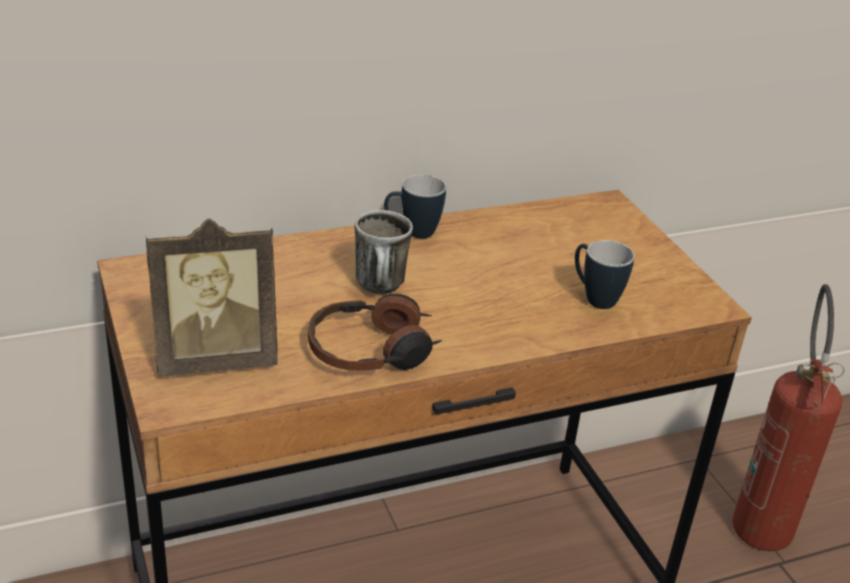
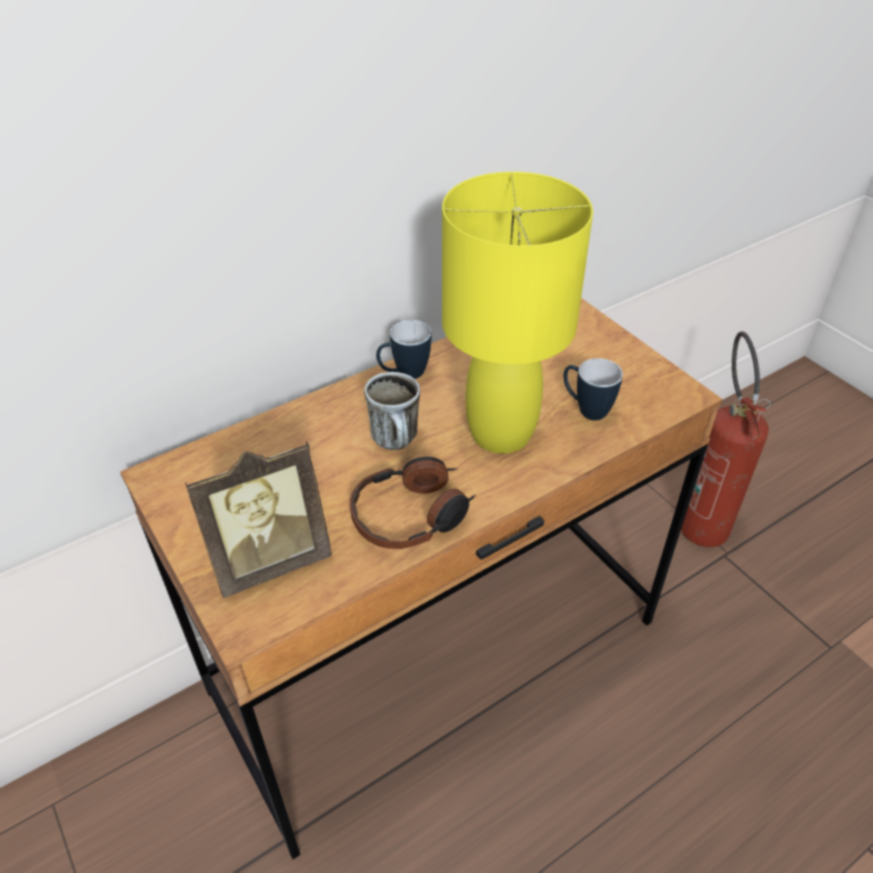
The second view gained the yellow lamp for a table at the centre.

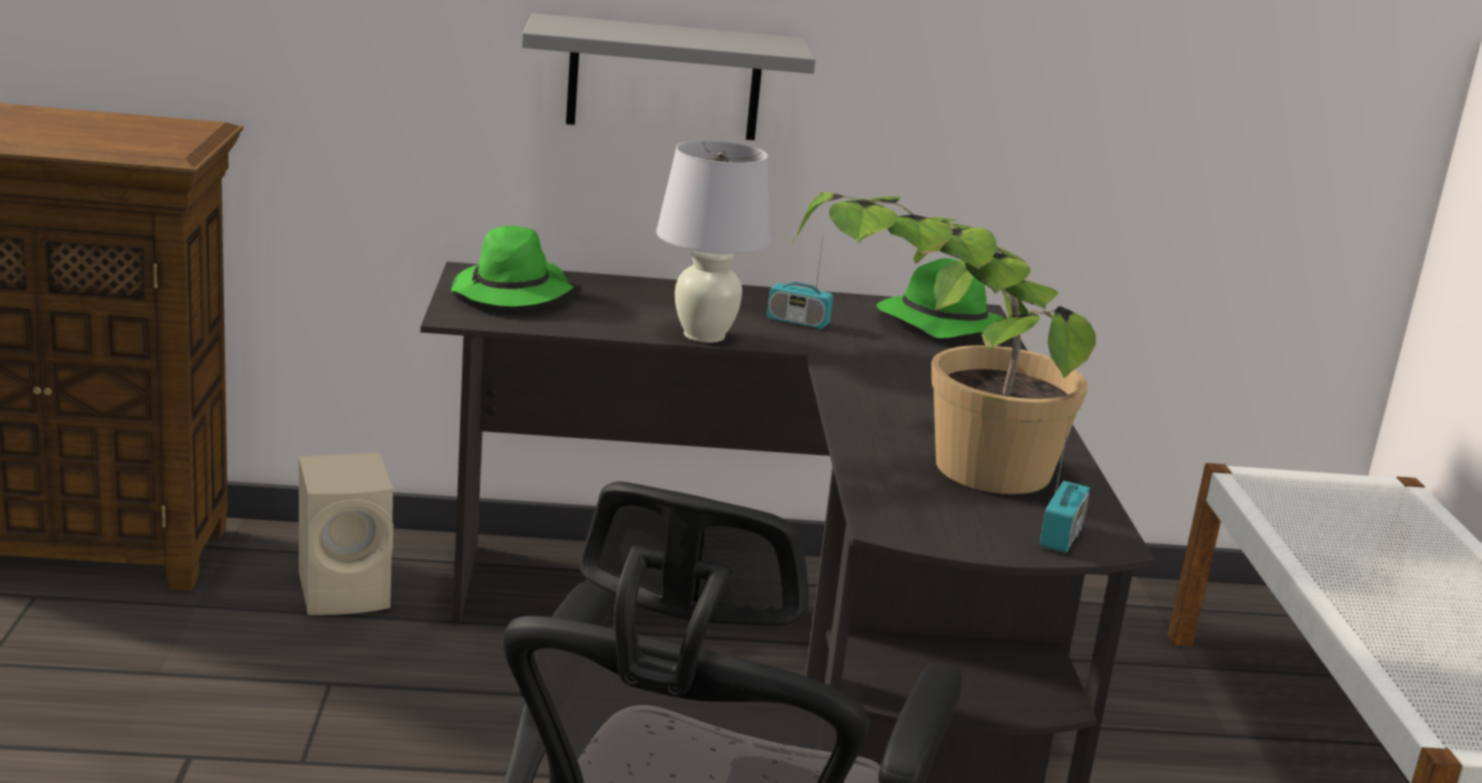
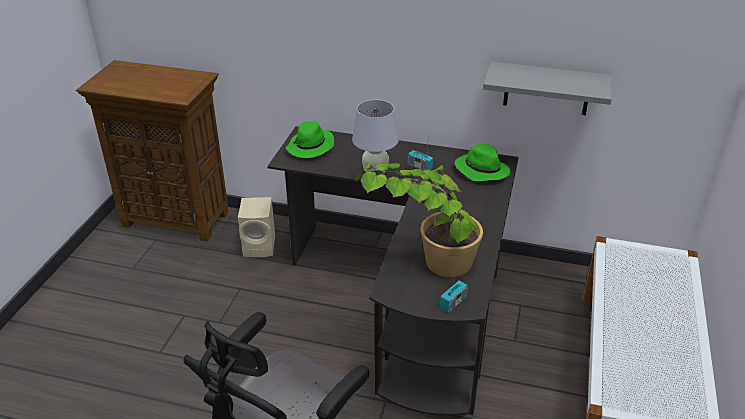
The greyish wall shelf ended up elsewhere, having gone from the top centre to the top right.

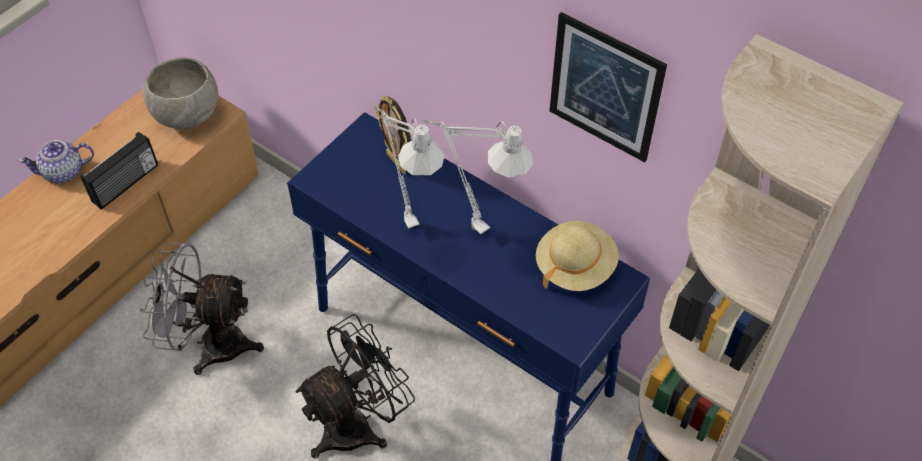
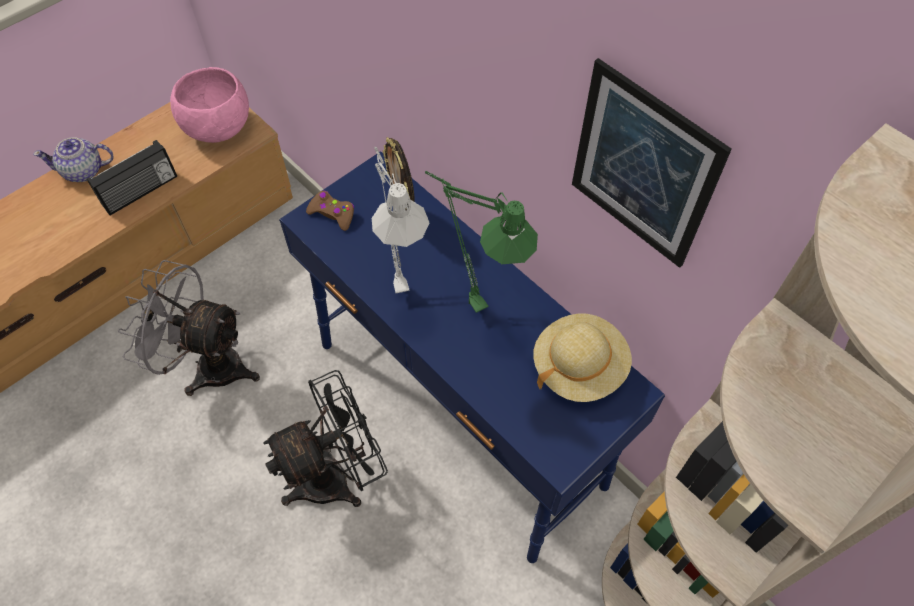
What was the greyish deep dish at the top left turned into the pink deep dish at the top left. What was the greyish lamp for a table (no. 2 from left) at the centre turned into the green-coloured lamp for a table at the centre. The second view gained the brown game controller at the centre.

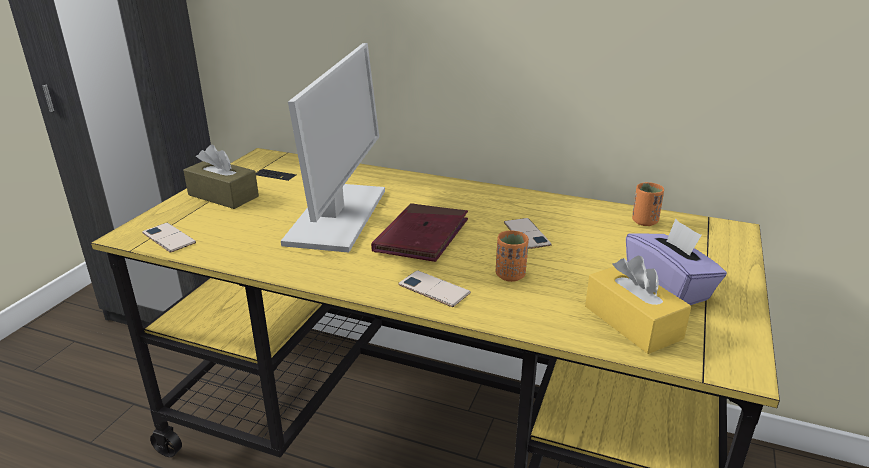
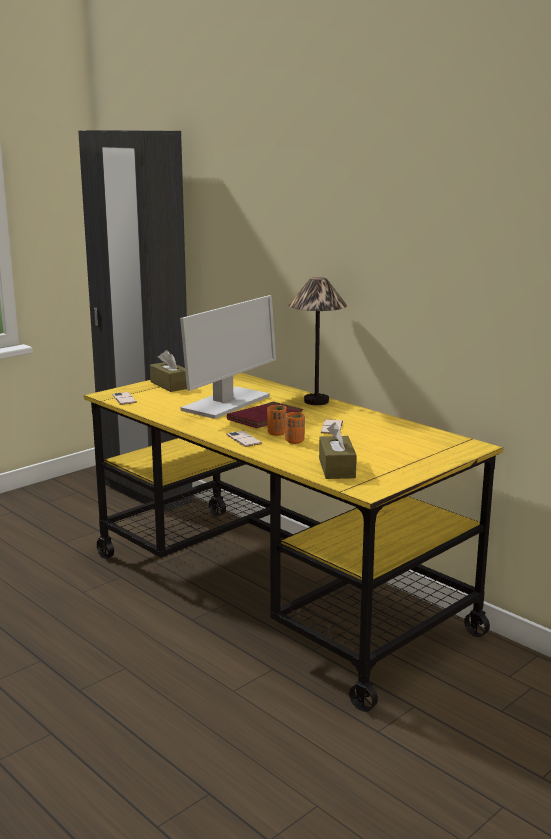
What was the yellow box of tissues at the middle right turned into the brown box of tissues (no. 2 from left) at the centre. The second view lost the purplish box of tissues at the middle right. The orange drinking cup (no. 2 from left in the first image) ended up elsewhere, having gone from the middle right to the centre. The second view gained the lamp for a table at the centre.

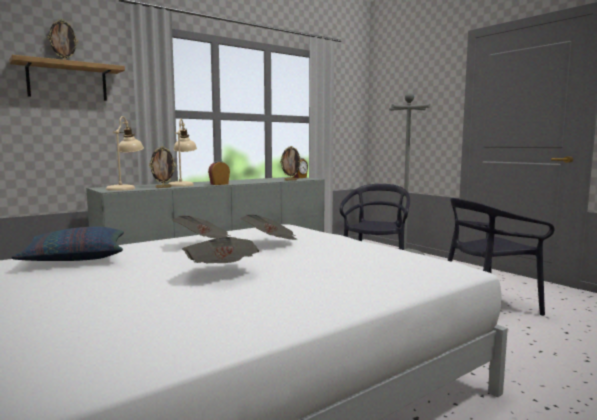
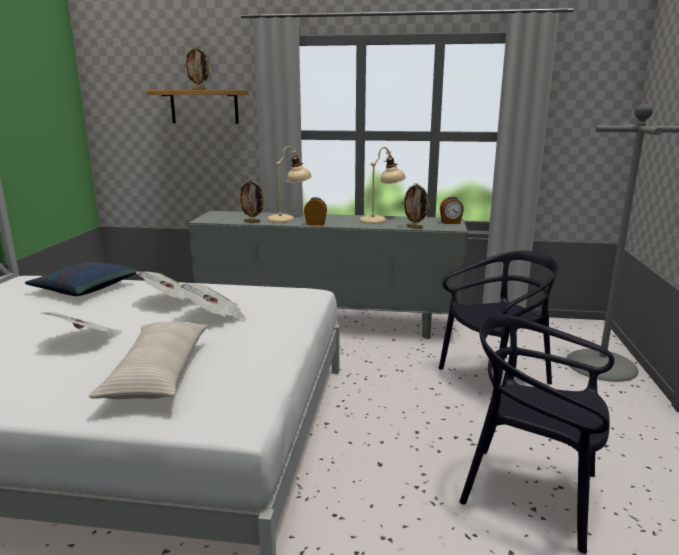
The sand-coloured lamp for a table (no. 1 from left in the first image) ended up elsewhere, having gone from the middle left to the centre. The second view gained the sand-coloured throw pillow at the middle left.

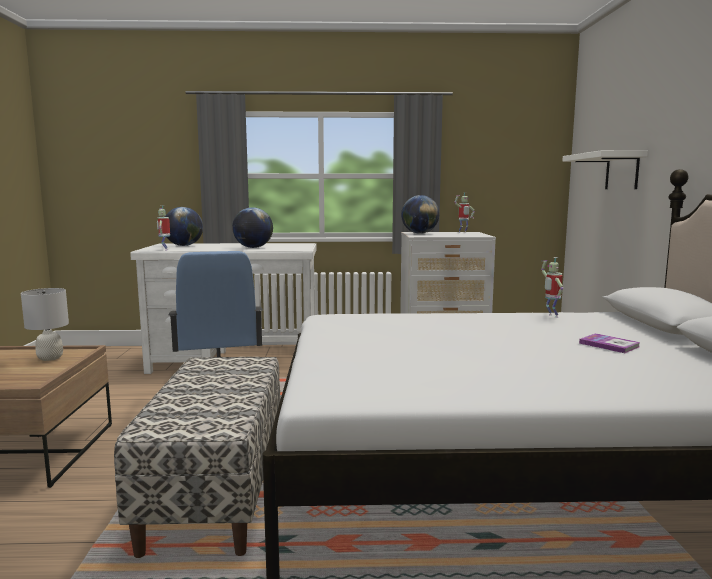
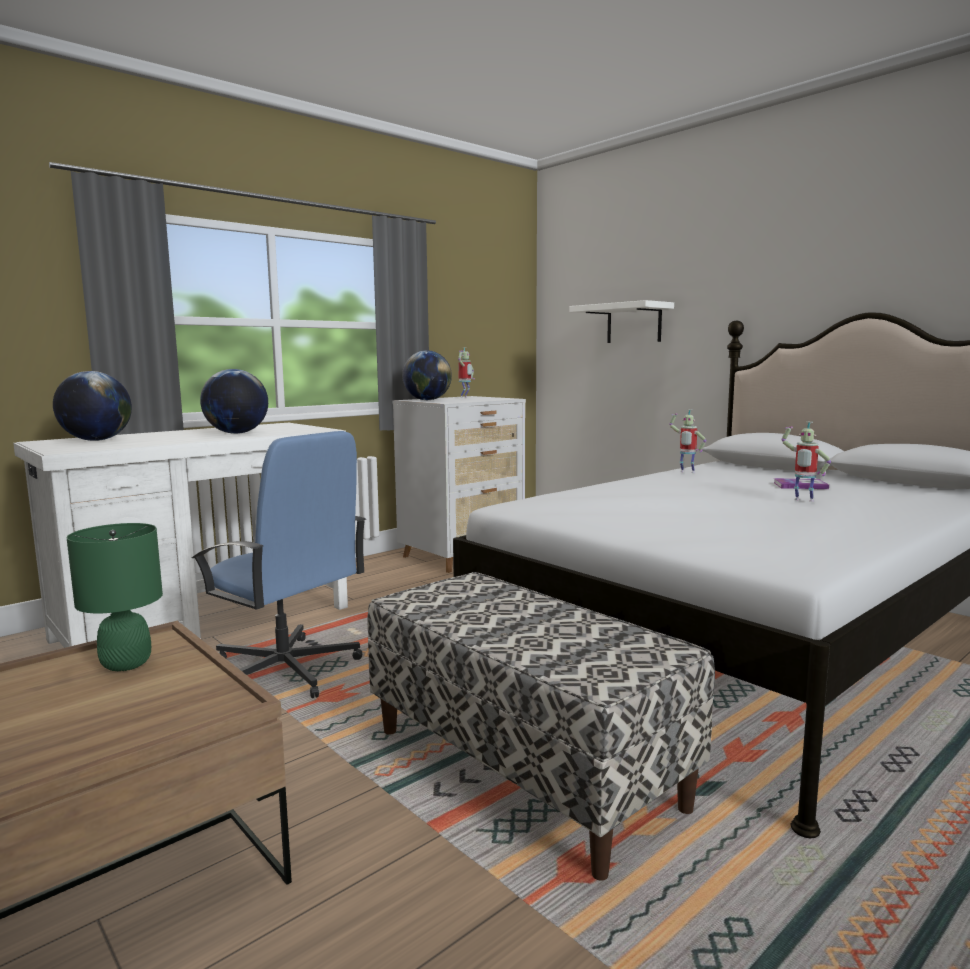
What was the greyish lamp for a table at the middle left turned into the green-coloured lamp for a table at the middle left. The model robot (no. 1 from left in the first image) ended up elsewhere, having gone from the middle left to the middle right.

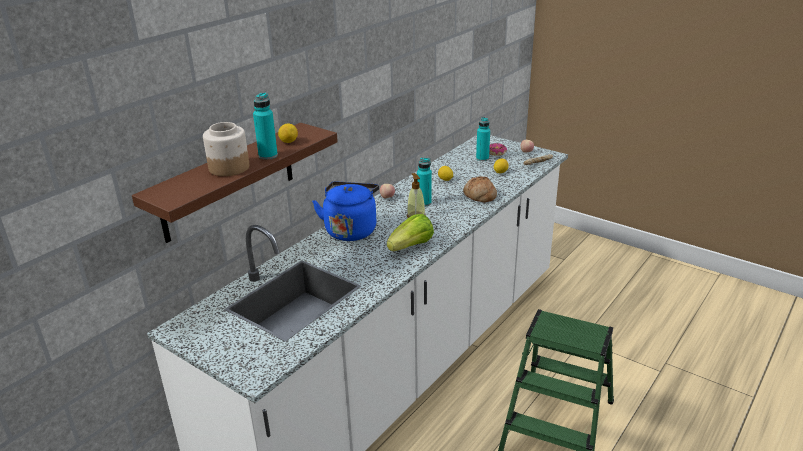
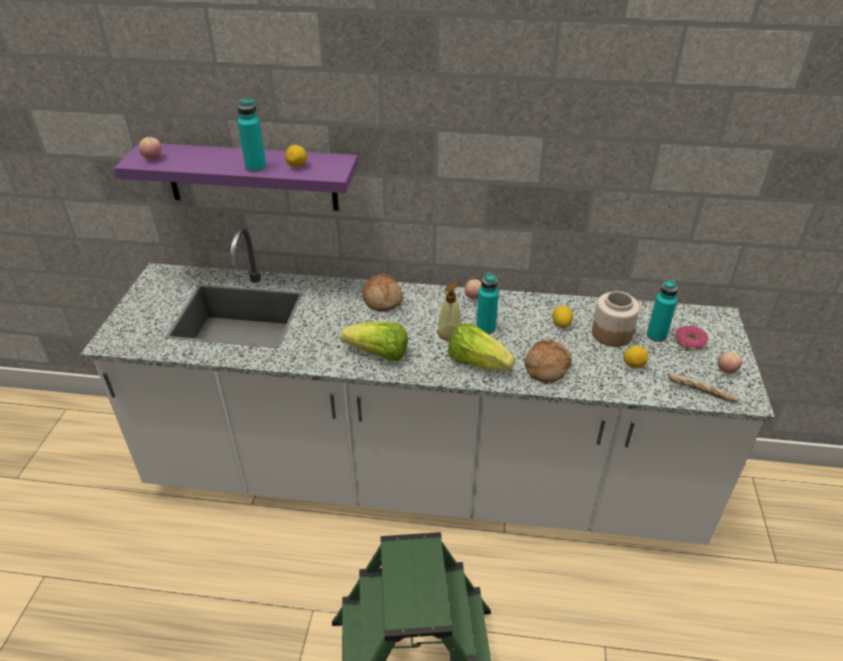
What was the brown wall shelf at the middle left turned into the purplish wall shelf at the top left. The storage jar ended up elsewhere, having gone from the top left to the middle right. Where the bluish water kettle stood at the centre, the baked bread (no. 1 from left) came to stand at the centre. The second view gained the apple (no. 1 from left) at the top left. The second view gained the lettuce head (no. 2 from left) at the centre.

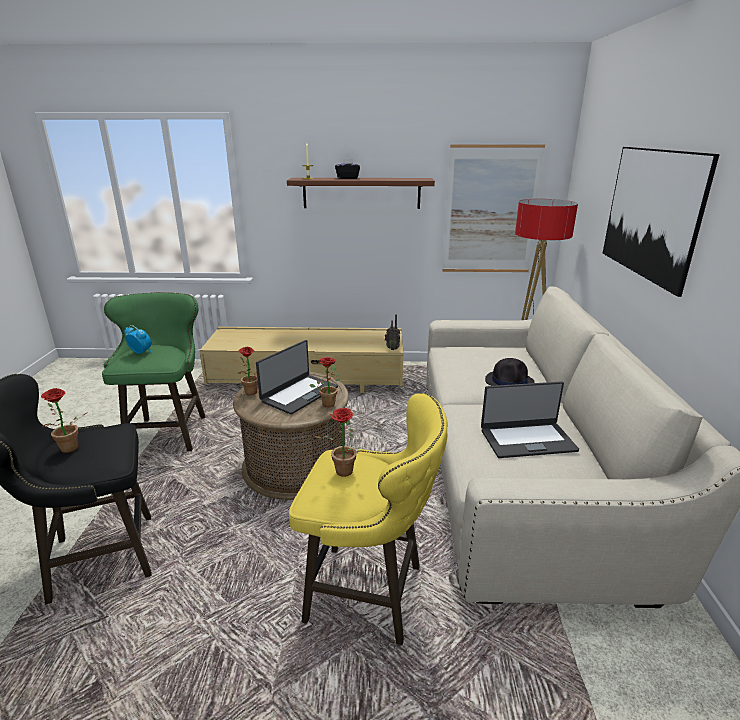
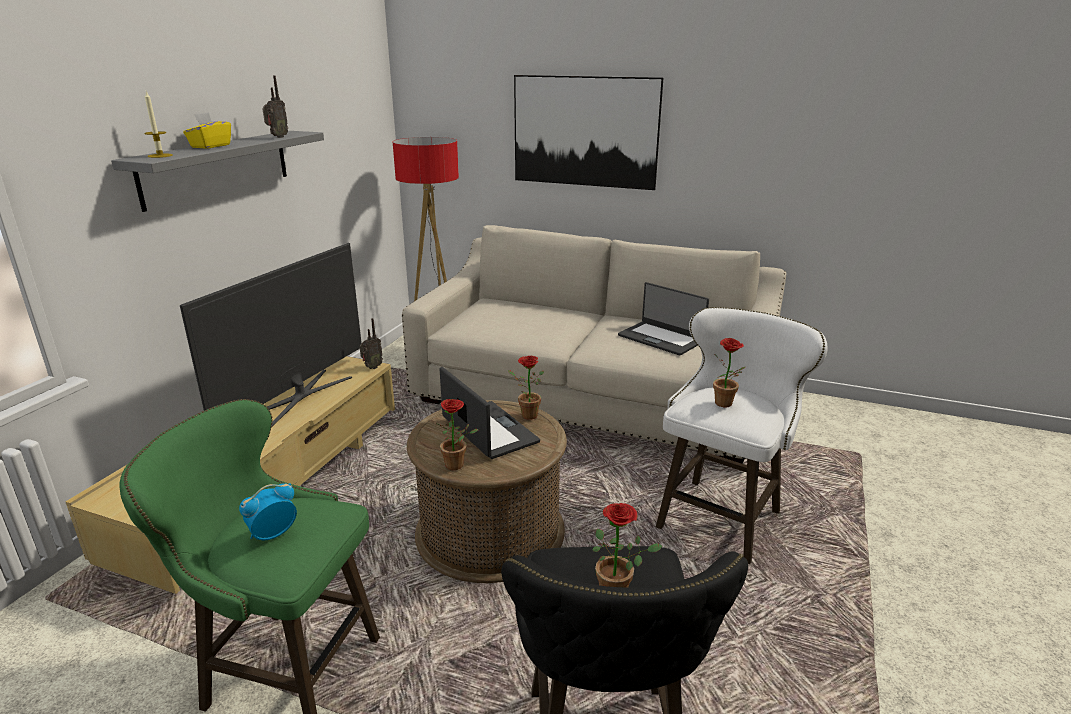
What was the brown wall shelf at the top centre turned into the greyish wall shelf at the top left. What was the yellow stool seat at the bottom centre turned into the white-coloured stool seat at the middle right. What was the black box of tissues at the top centre turned into the yellow box of tissues at the top left. The second view lost the wall picture (no. 1 from left) at the top right. The portable computer (no. 2 from left) at the middle right ended up facing another way, 120 degrees clockwise from before. The second view lost the black wearable hat at the middle right. The second view gained the TV at the middle left. The second view gained the radio (no. 1 from left) at the top left.

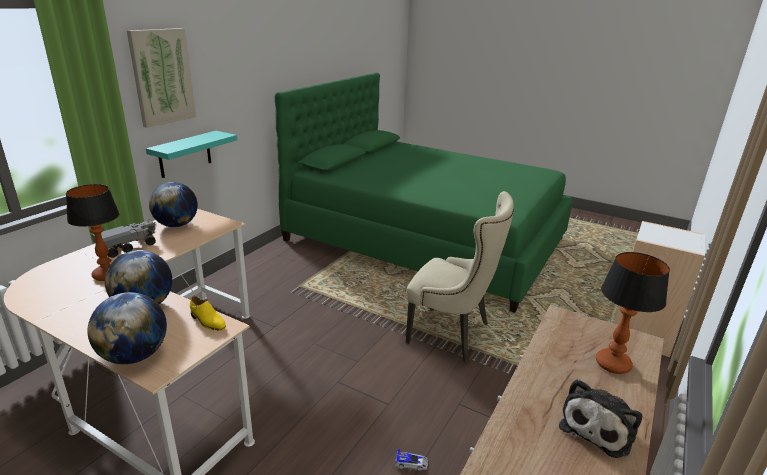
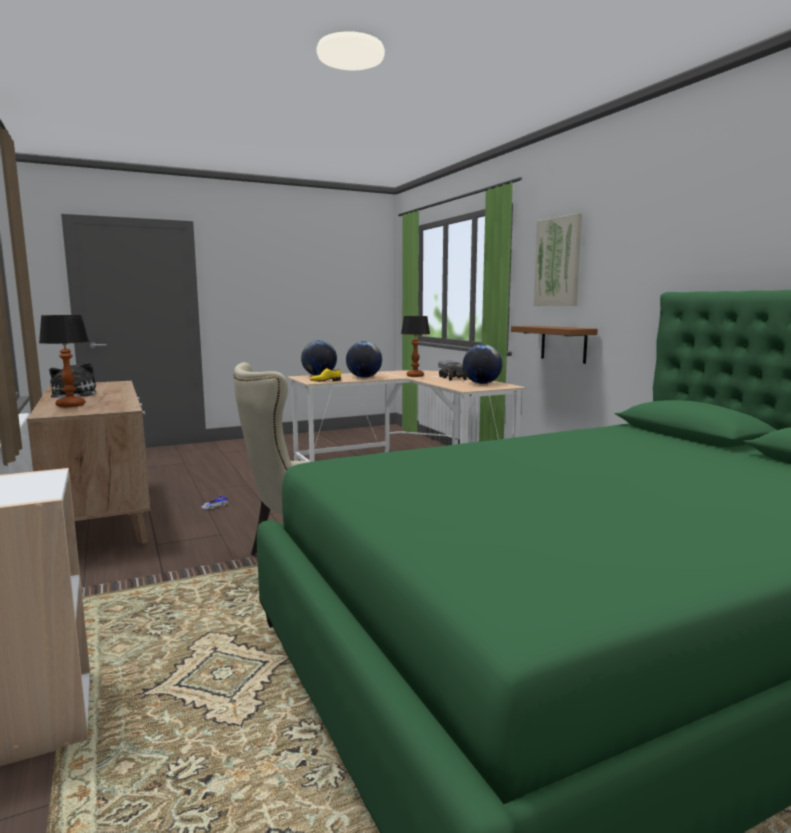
What was the turquoise wall shelf at the top left turned into the brown wall shelf at the middle right.

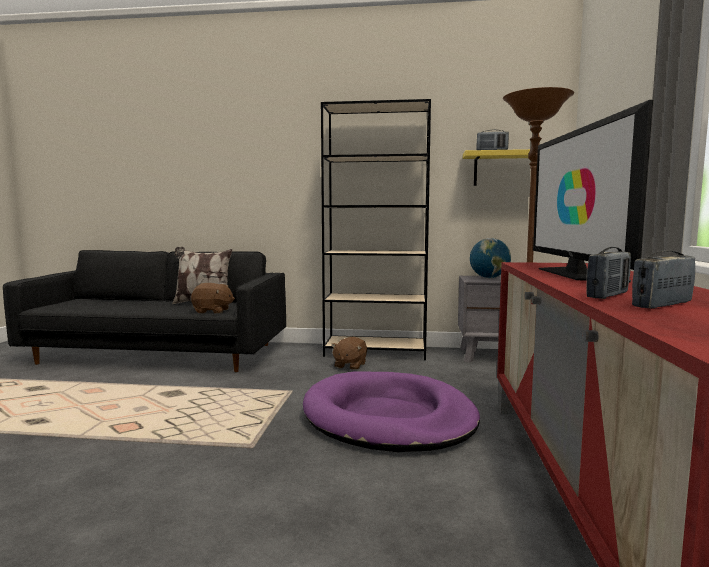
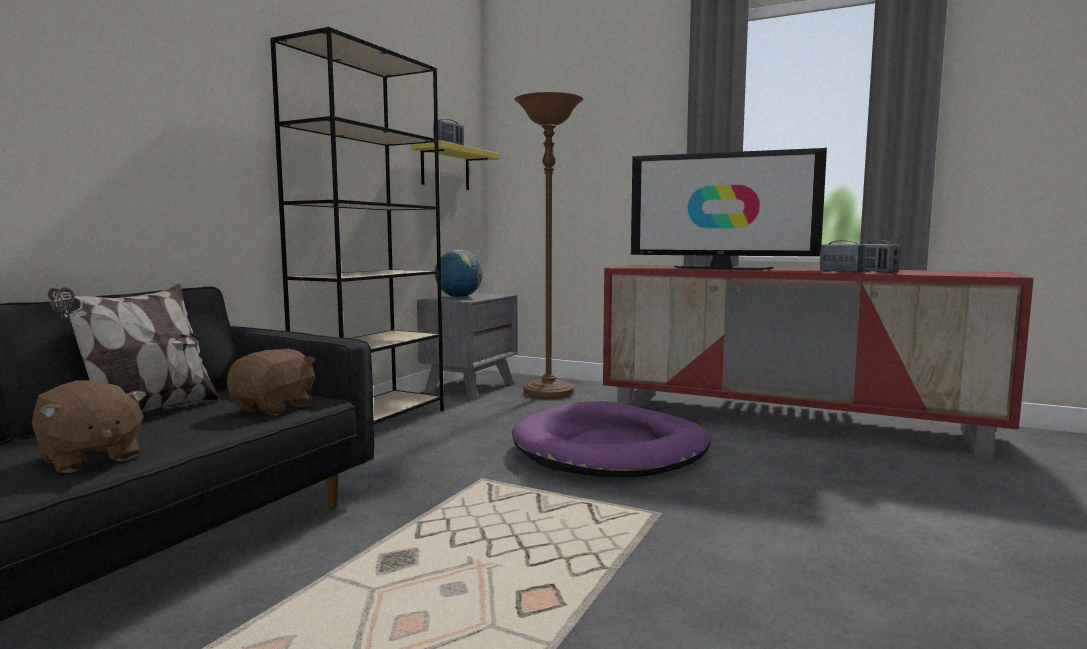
The brown cuddly toy (no. 2 from left in the first image) ended up elsewhere, having gone from the centre to the middle left.

